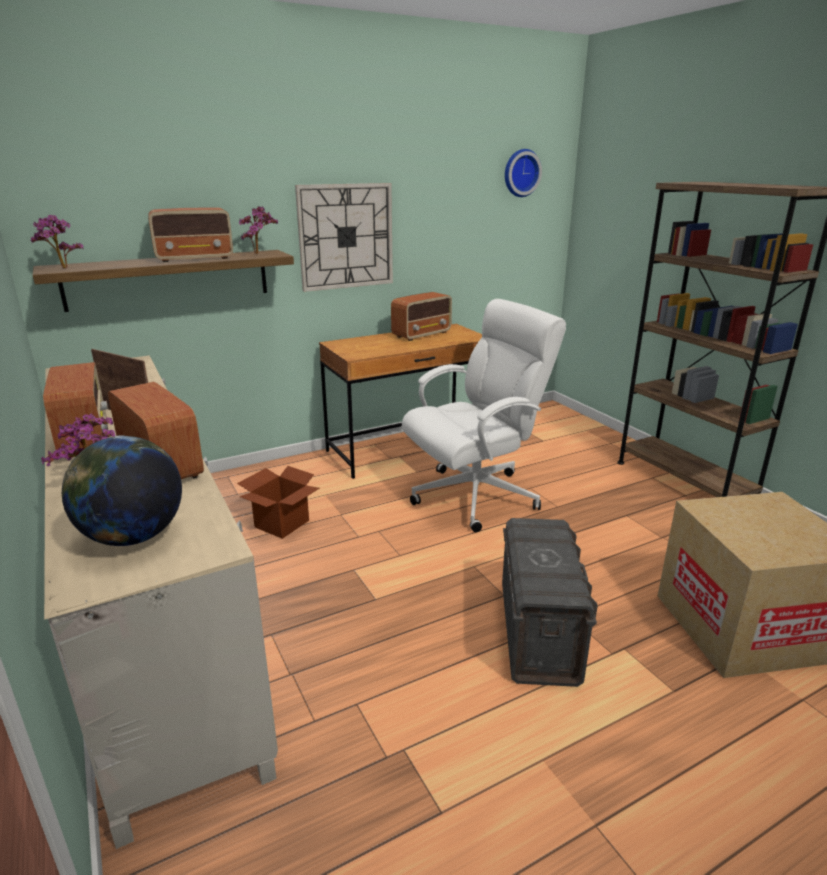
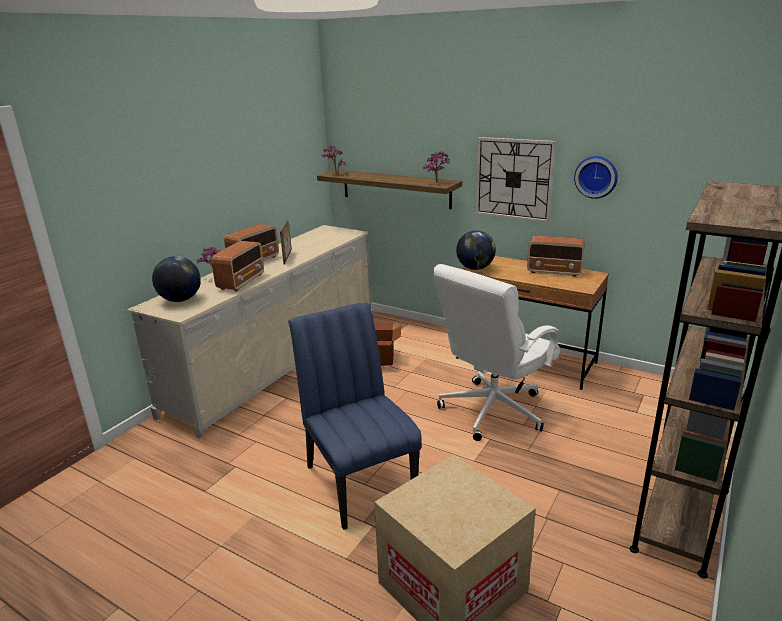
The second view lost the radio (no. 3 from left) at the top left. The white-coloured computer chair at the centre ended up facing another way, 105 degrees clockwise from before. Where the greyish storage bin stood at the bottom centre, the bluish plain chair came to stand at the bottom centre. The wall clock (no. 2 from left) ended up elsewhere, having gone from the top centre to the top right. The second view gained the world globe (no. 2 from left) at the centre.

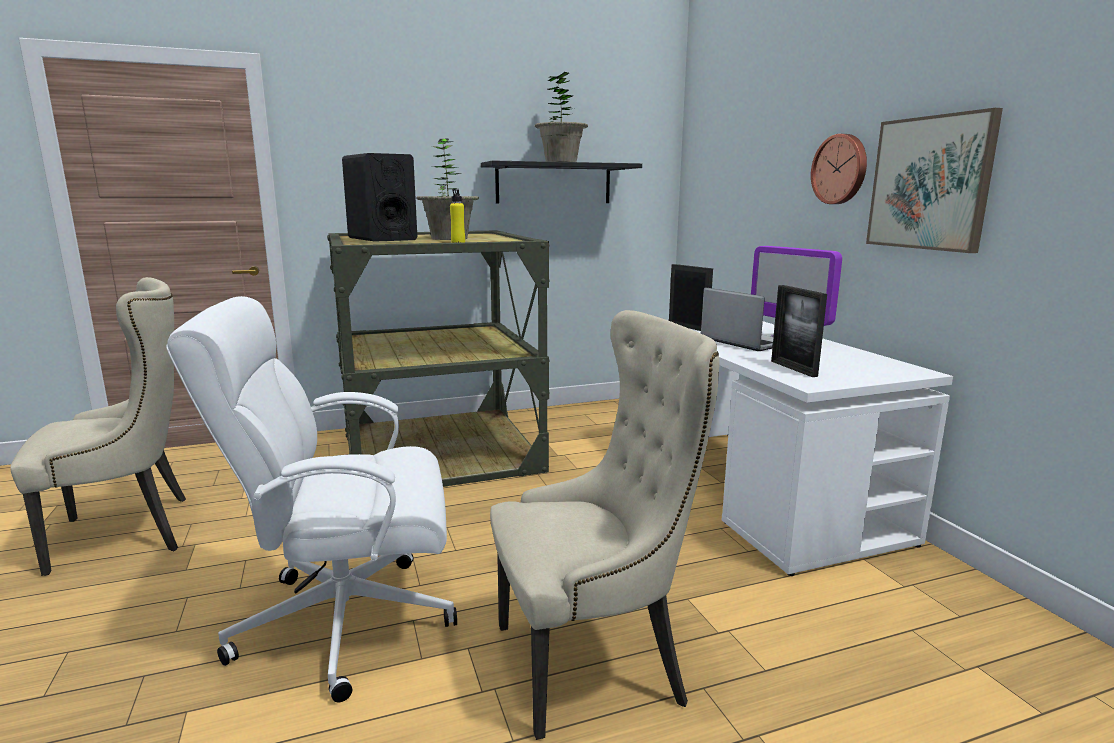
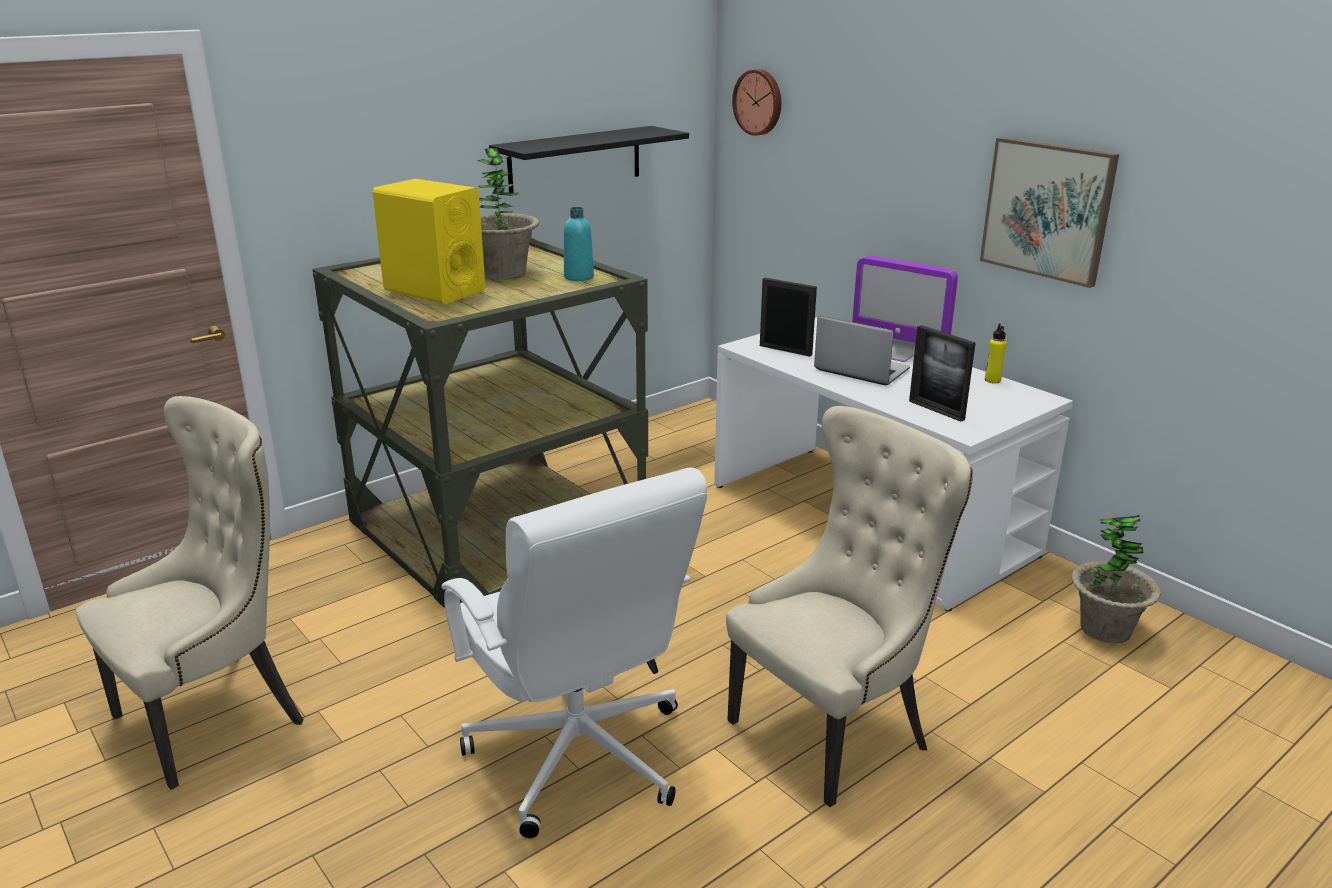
The white-coloured computer chair at the bottom left ended up facing another way, 90 degrees counterclockwise from before. What was the black audio speaker at the top centre turned into the yellow audio speaker at the top left. The yellow beverage bottle ended up elsewhere, having gone from the top centre to the middle right. The houseplant (no. 2 from left) ended up elsewhere, having gone from the top centre to the middle right. The wall clock ended up elsewhere, having gone from the top right to the top centre. The second view gained the turquoise beverage bottle at the top centre.

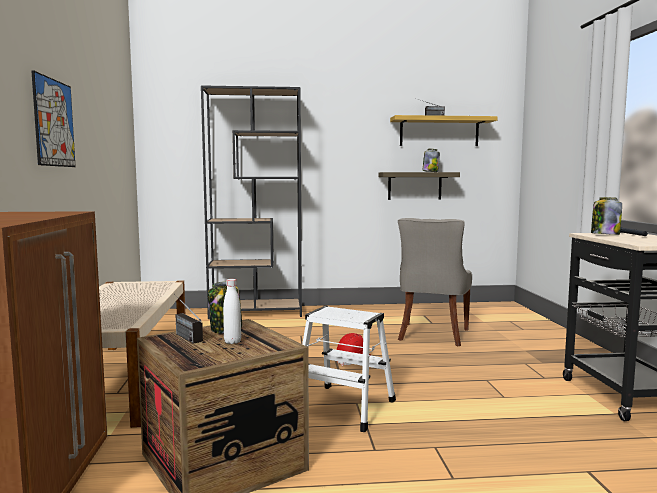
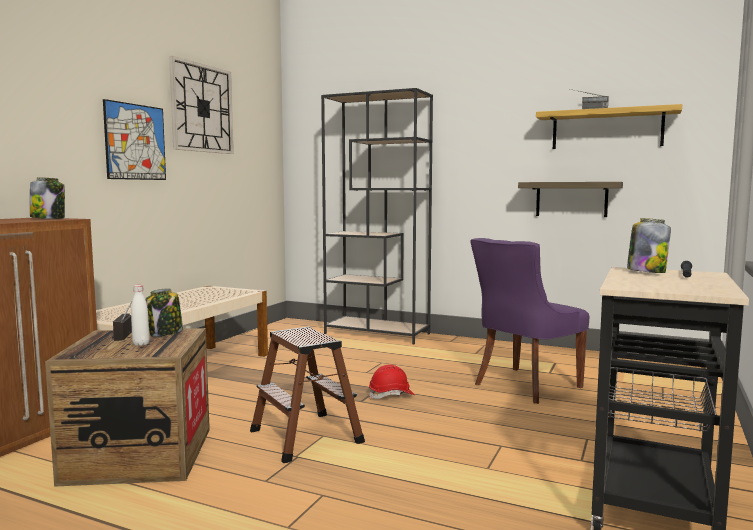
What was the white-coloured step stool at the bottom centre turned into the brown step stool at the bottom centre. What was the greyish plain chair at the centre turned into the purplish plain chair at the middle right. The storage jar (no. 2 from left in the first image) ended up elsewhere, having gone from the top centre to the middle left. The second view gained the wall clock at the top left.

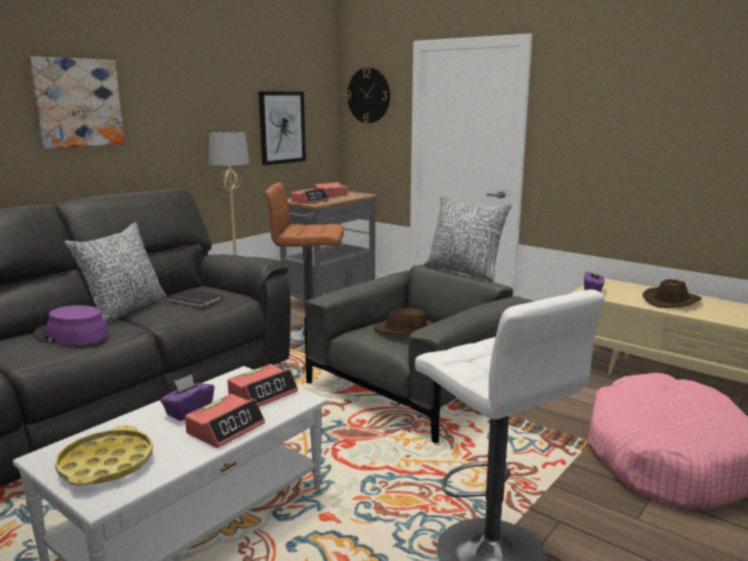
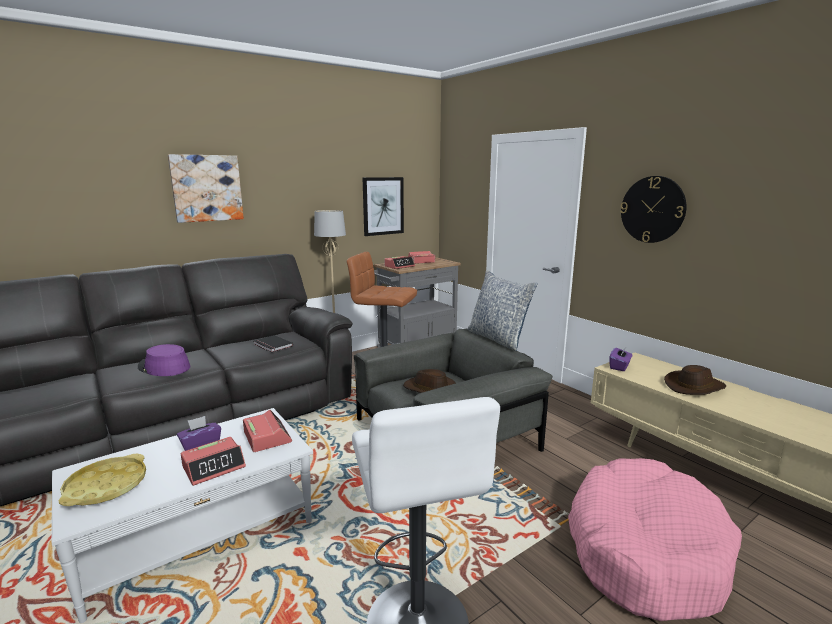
The second view lost the throw pillow (no. 1 from left) at the middle left. The table clock (no. 2 from left) at the bottom centre ended up facing another way, 90 degrees counterclockwise from before. The wall clock ended up elsewhere, having gone from the top centre to the middle right.

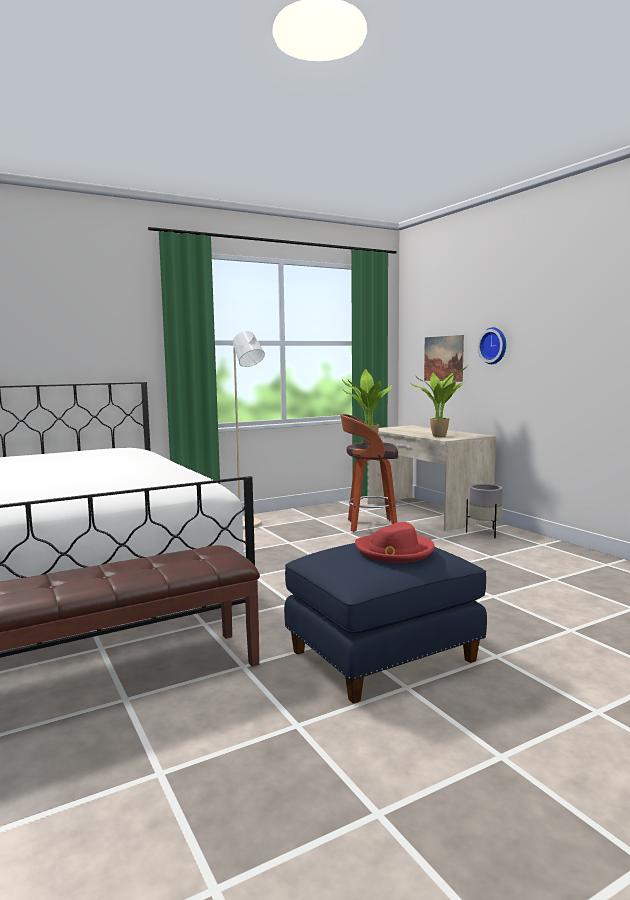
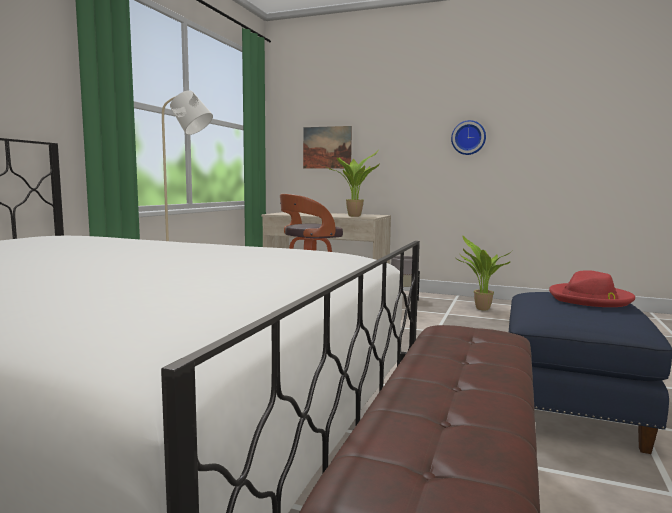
The houseplant (no. 1 from left in the first image) ended up elsewhere, having gone from the centre to the middle right. The wall clock ended up elsewhere, having gone from the middle right to the top right.

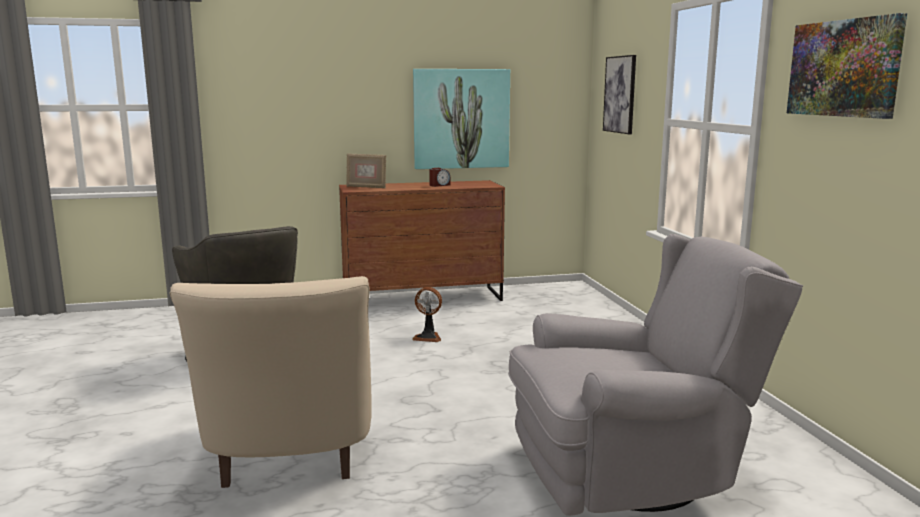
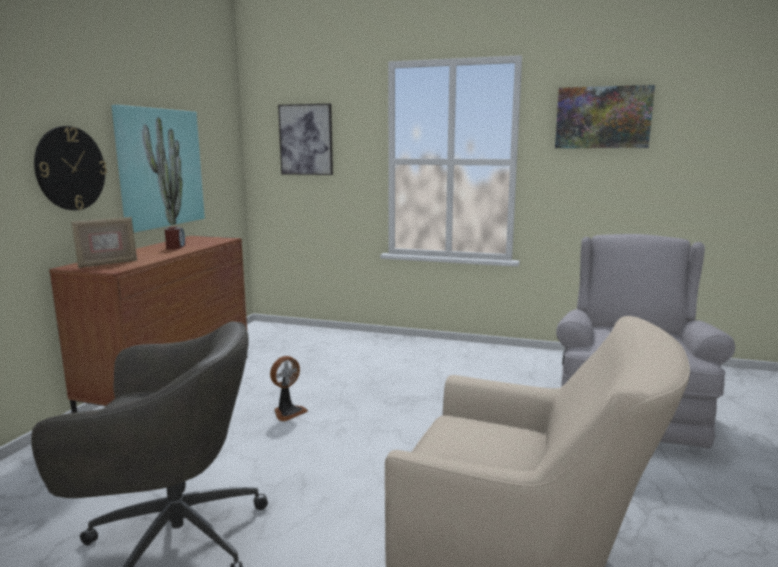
The second view gained the wall clock at the top left.

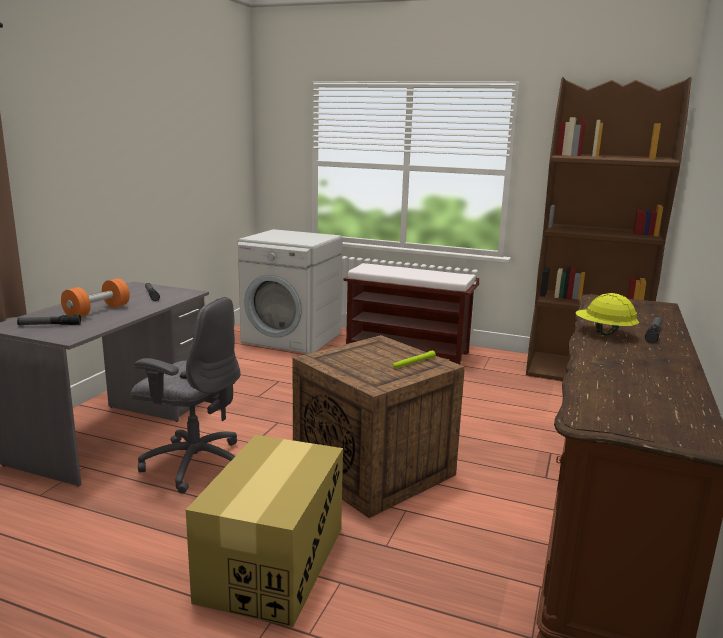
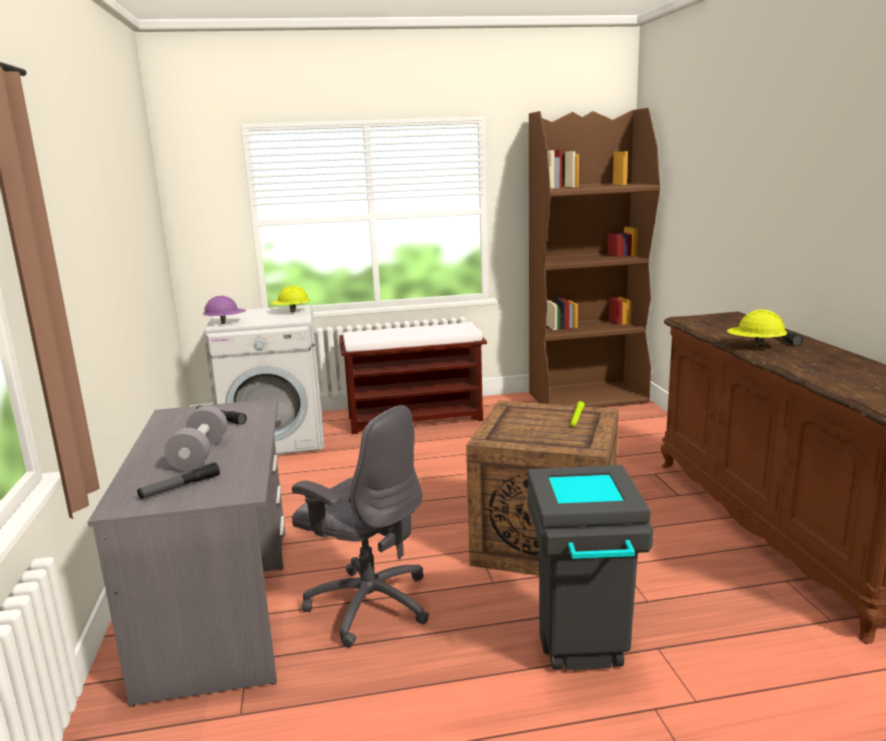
What was the orange free weight at the middle left turned into the greyish free weight at the middle left. The greyish computer chair at the middle left ended up facing another way, 45 degrees clockwise from before. Where the cardboard box stood at the bottom centre, the greyish rubbish bin came to stand at the bottom centre. The second view gained the purplish hard hat at the middle left. The second view gained the yellow hard hat (no. 1 from left) at the middle left.

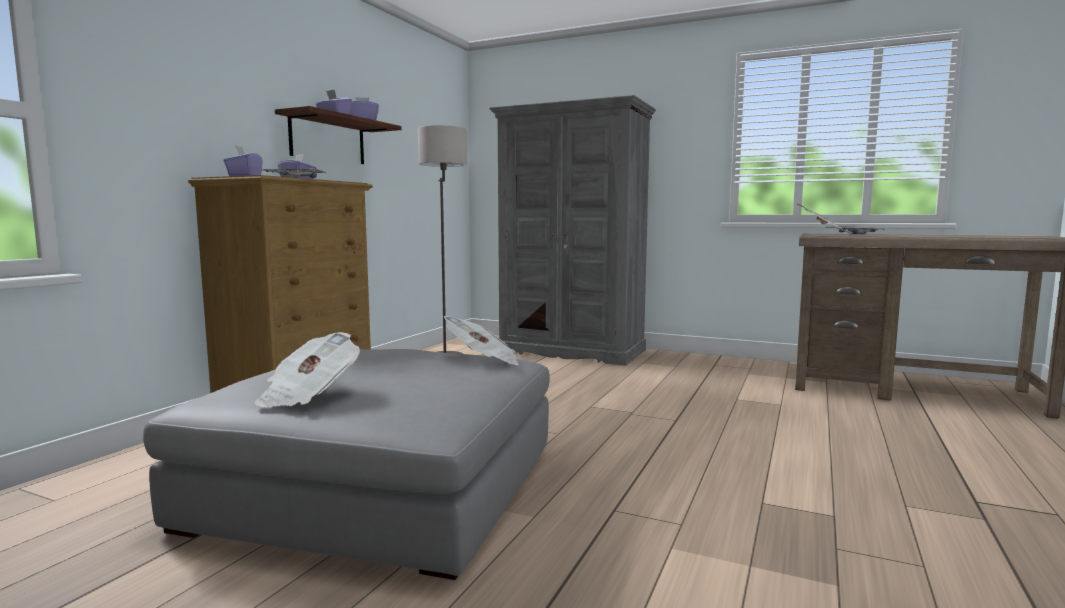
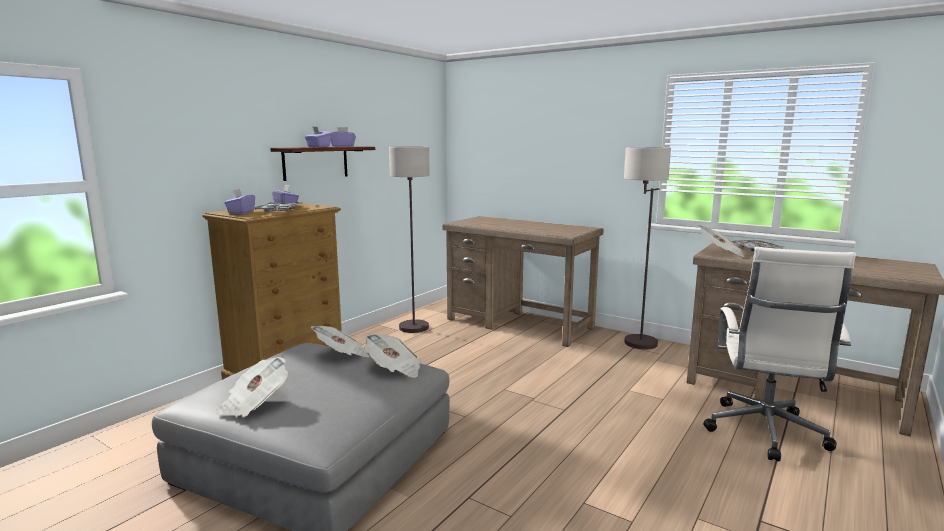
Where the greyish wardrobe stood at the centre, the brown desk (no. 1 from left) came to stand at the centre. The second view gained the printed paper (no. 2 from left) at the centre. The second view gained the greyish standard lamp (no. 2 from left) at the middle right. The second view gained the white-coloured computer chair at the middle right.

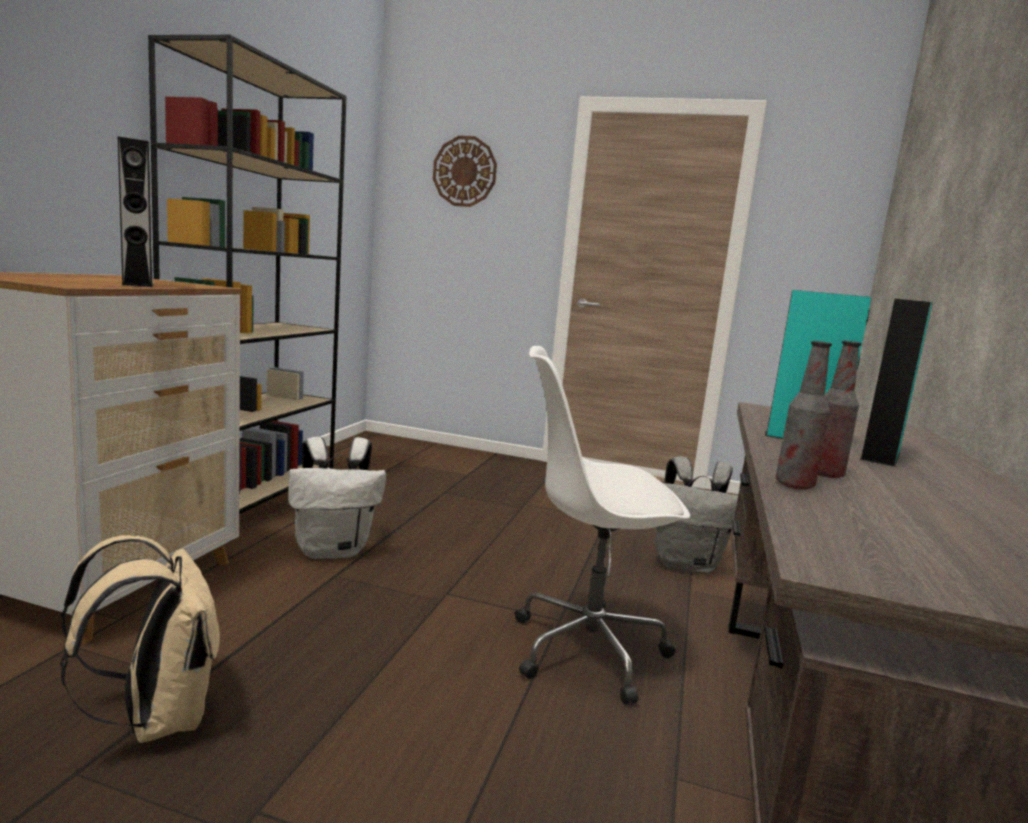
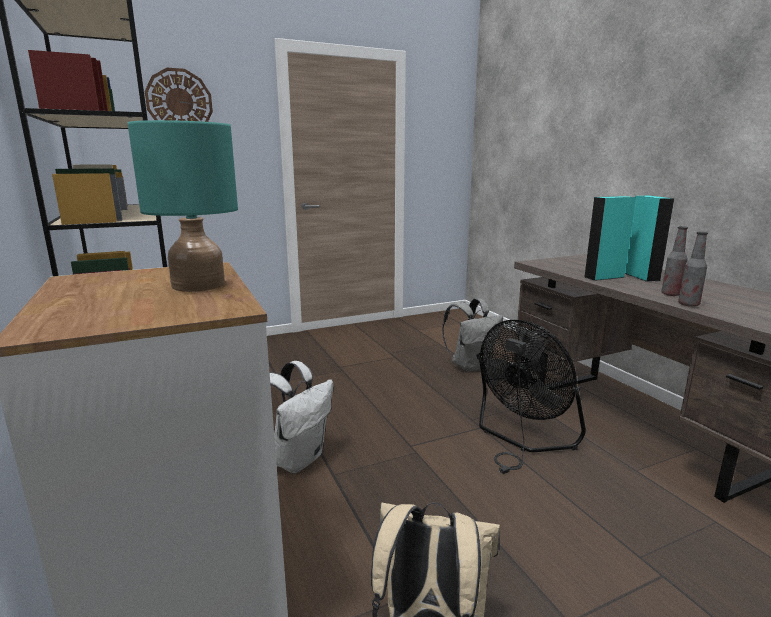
Where the greyish audio speaker stood at the top left, the turquoise lamp for a table came to stand at the middle left. Where the white-coloured computer chair stood at the centre, the black electric fan came to stand at the middle right.

